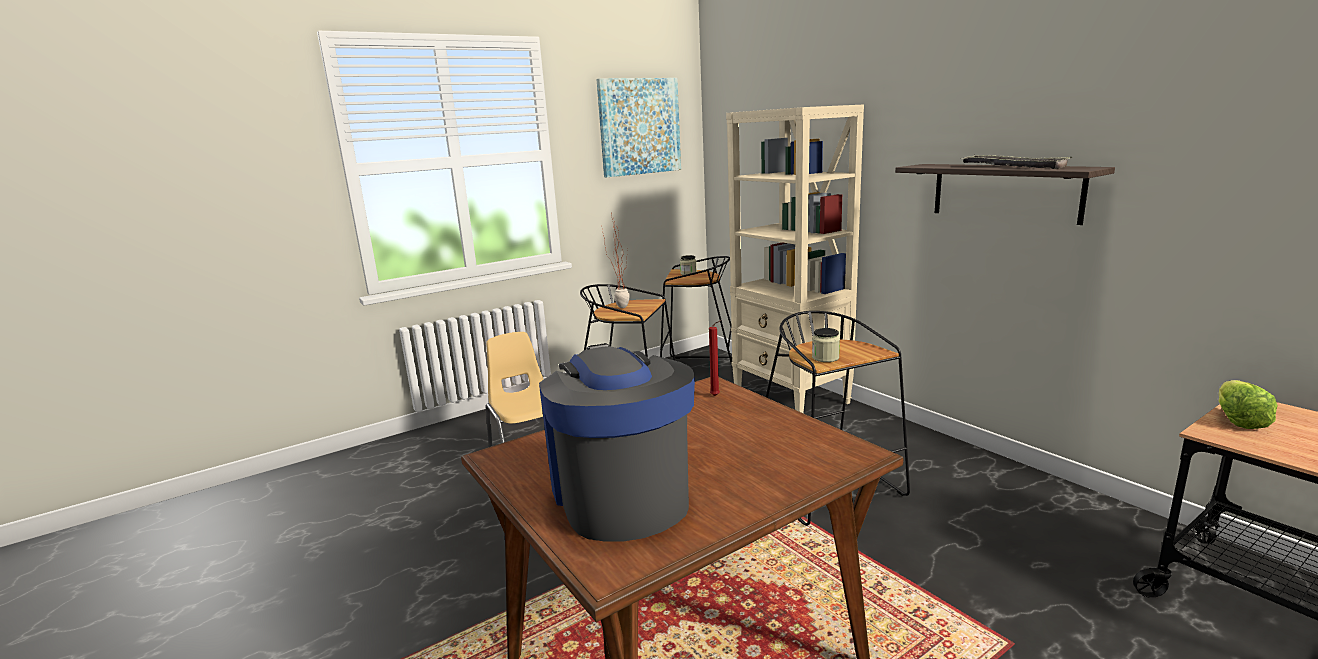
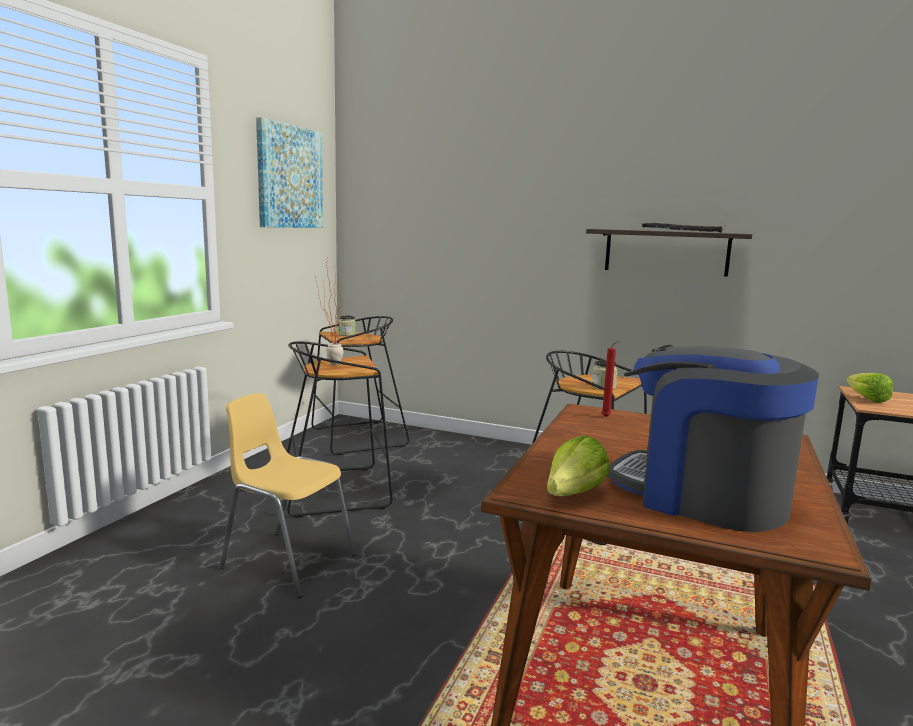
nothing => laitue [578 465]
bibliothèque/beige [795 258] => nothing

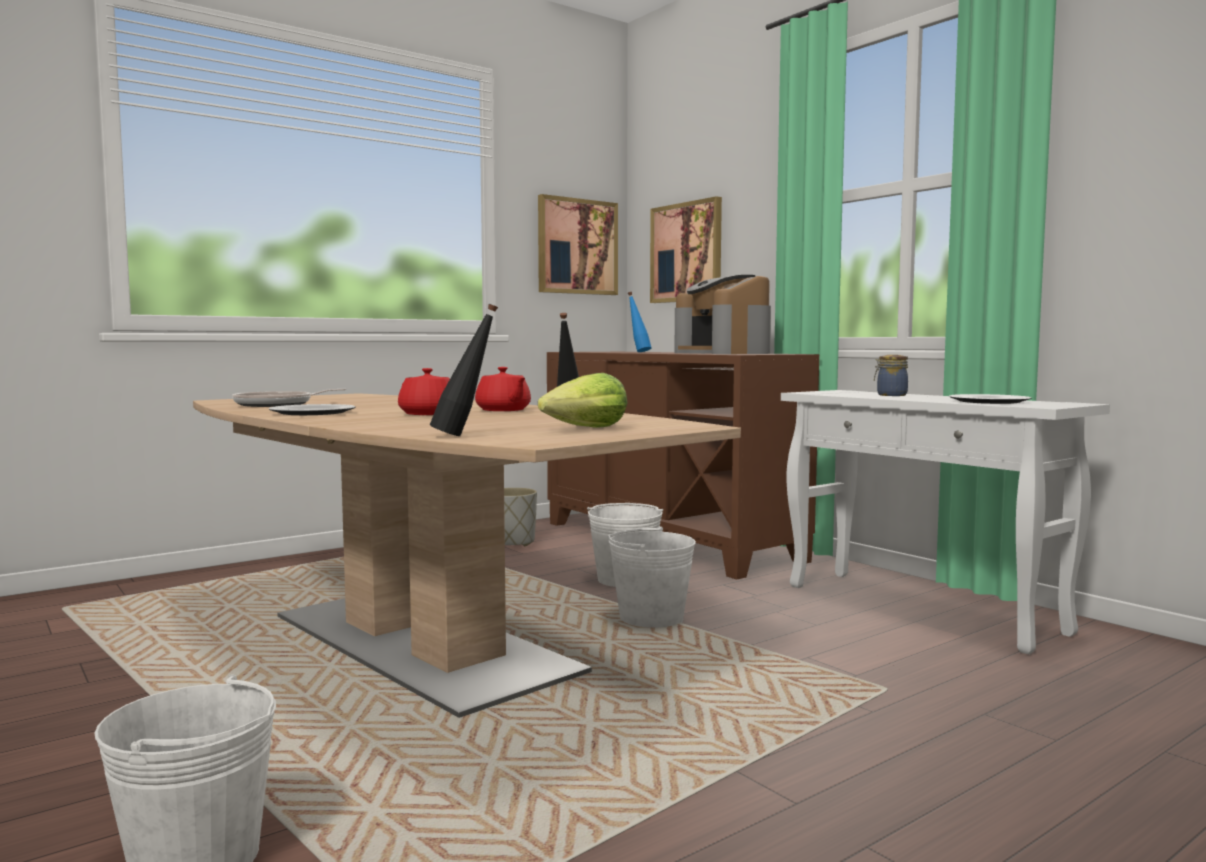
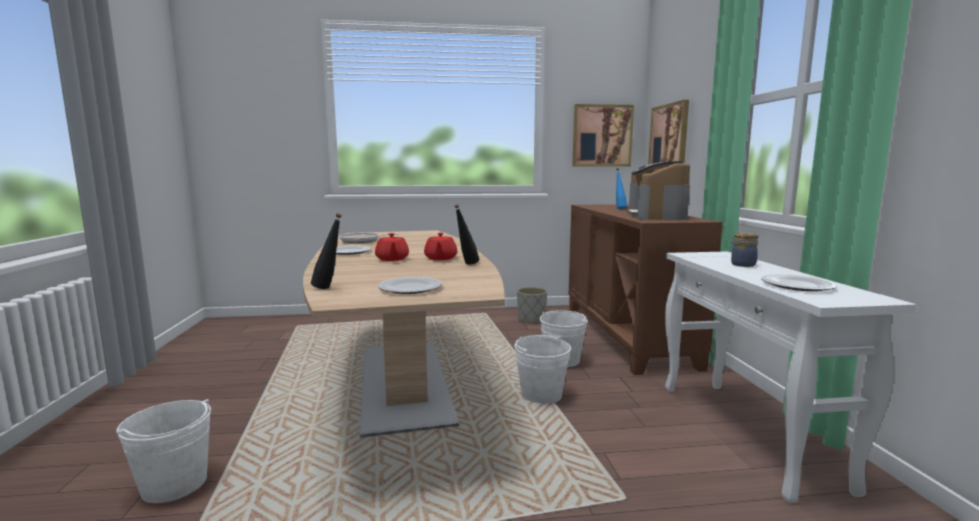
laitue [582 400] => assiette [410 285]

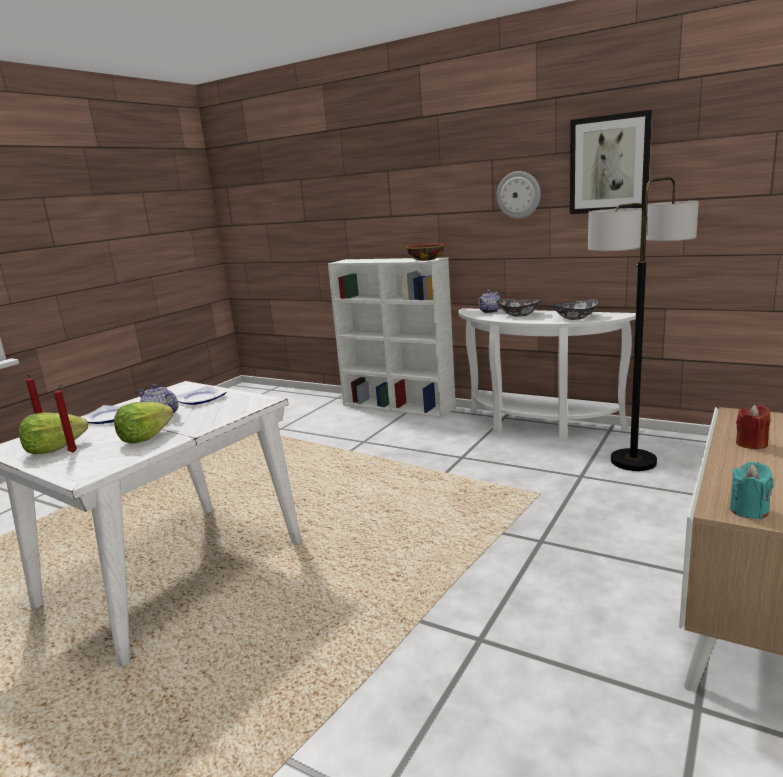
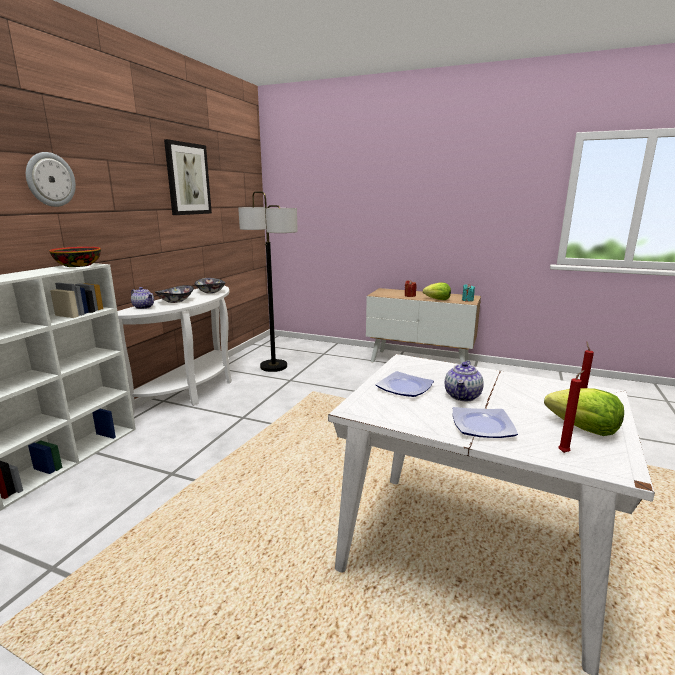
horloge murale [518 195] => horloge murale [51 179], moved
laitue [144 423] => laitue [437 291], moved

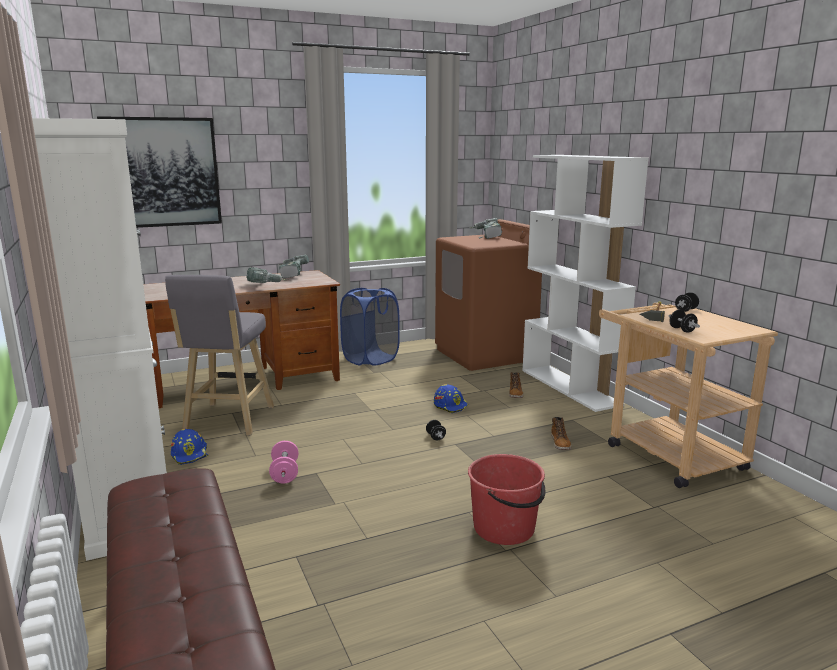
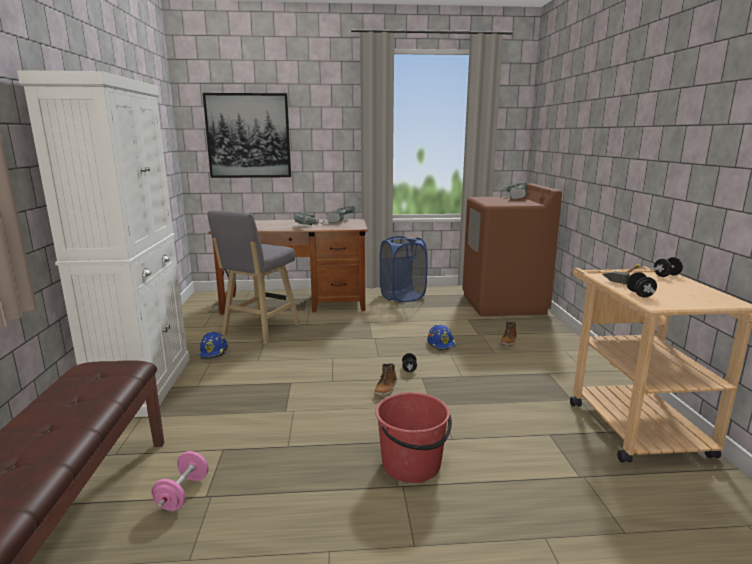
haltère/rose [283 462] => haltère/rose [180 481], moved
botte [561 433] => botte [385 379], moved
bibliothèque/blanc [585 283] => nothing

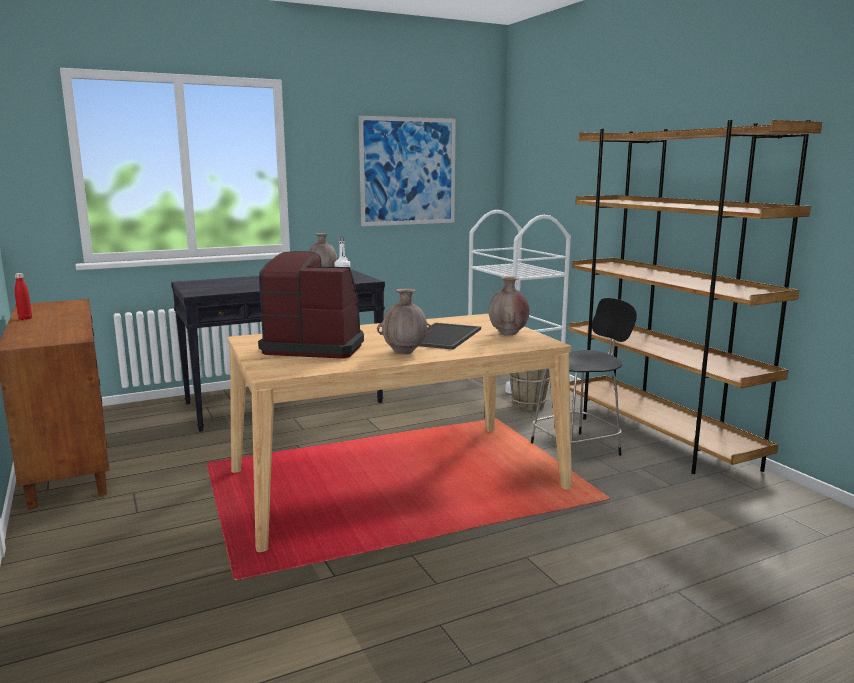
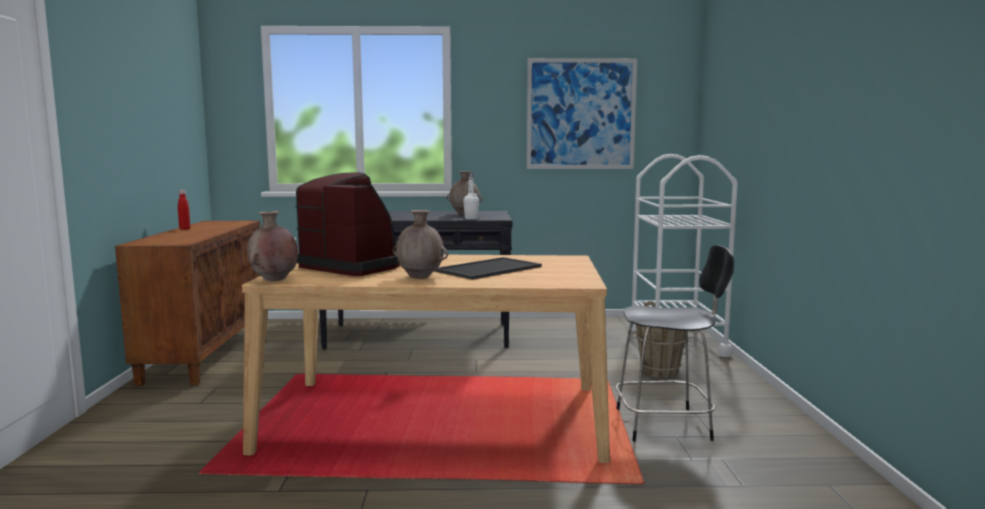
vase/marron [509 306] => vase/marron [272 246], moved
bibliothèque/marron [695 297] => nothing

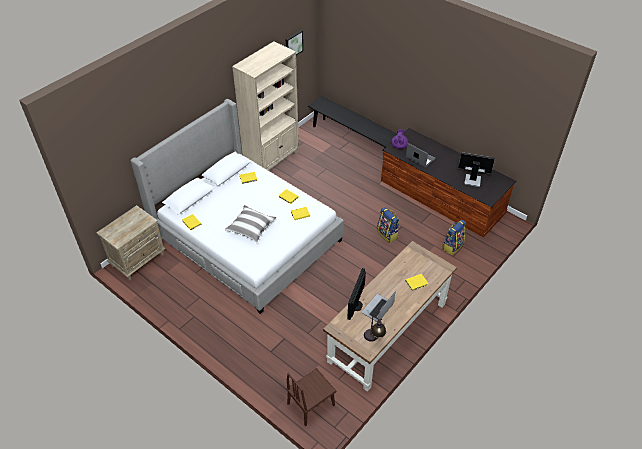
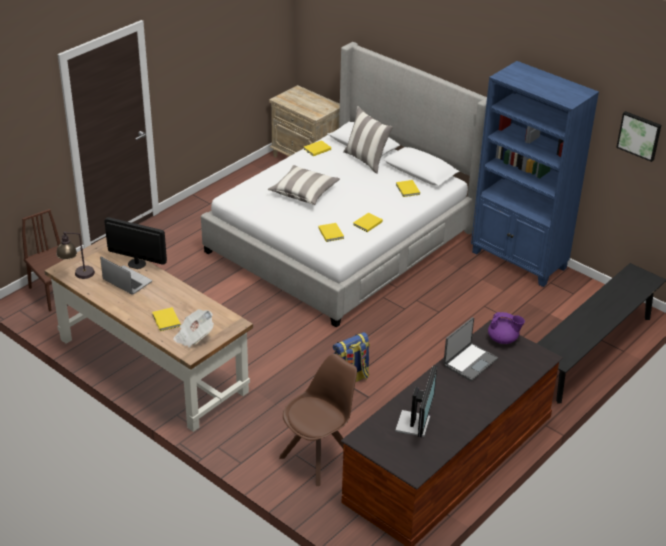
nothing => journal [193 328]
sac à dos [454 237] => chaise/marron [318 420]
nothing => coussin [368 140]
bibliothèque/beige [265 106] => bibliothèque/bleu [535 174]

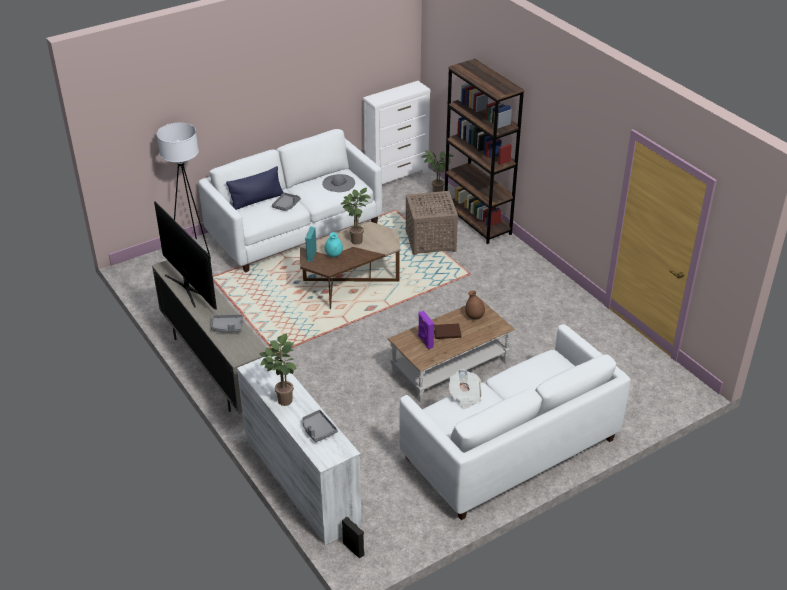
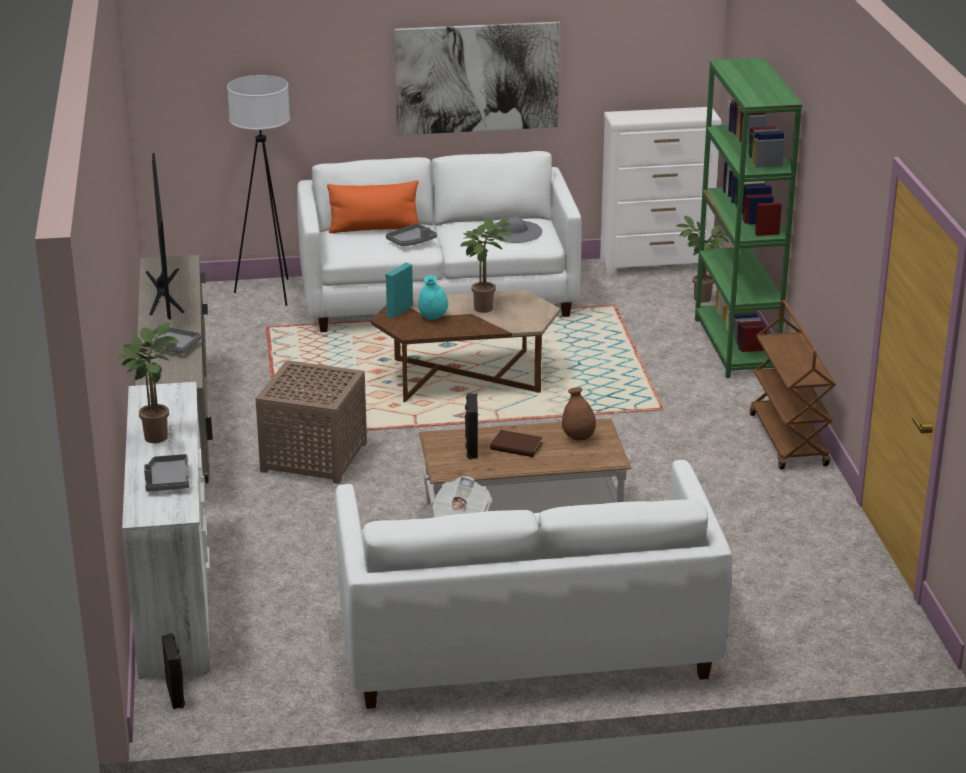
table d'appoint/marron [432 223] => table d'appoint/marron [311 422], moved
coussin/bleu [255 188] => coussin/orange [373 206]
nothing => tableau [477 78]
enceinte/violet [426 330] => enceinte/noir [471 426]
bibliothèque/marron [484 151] => bibliothèque/vert [748 218]
nothing => chariot/marron [793 385]

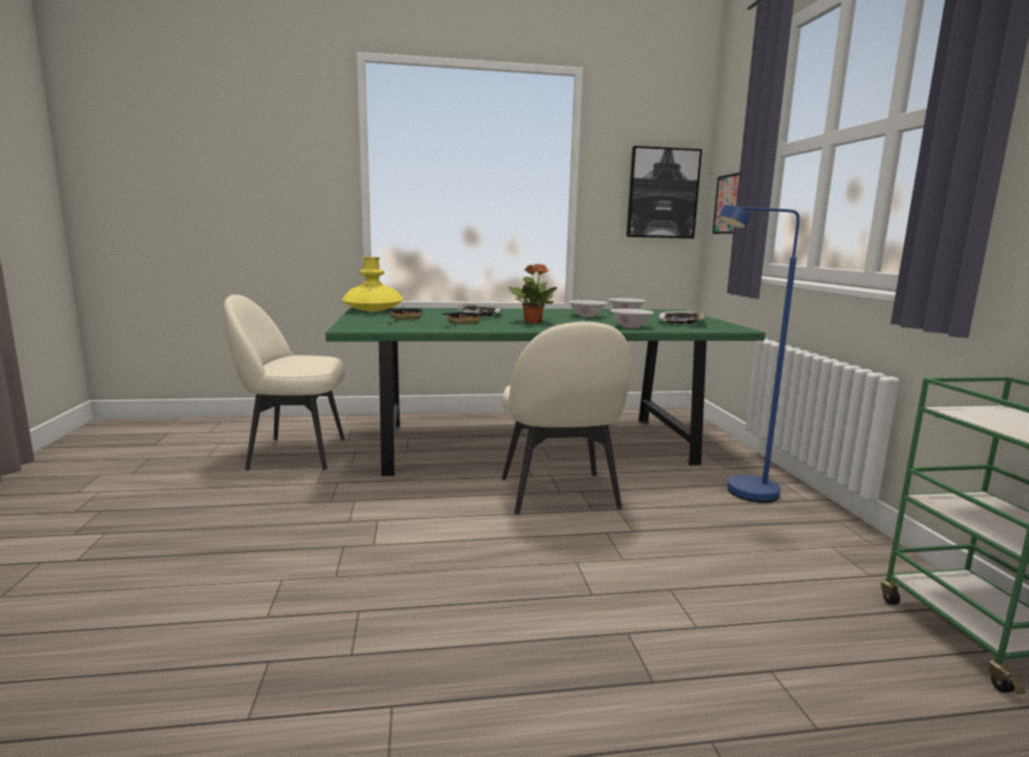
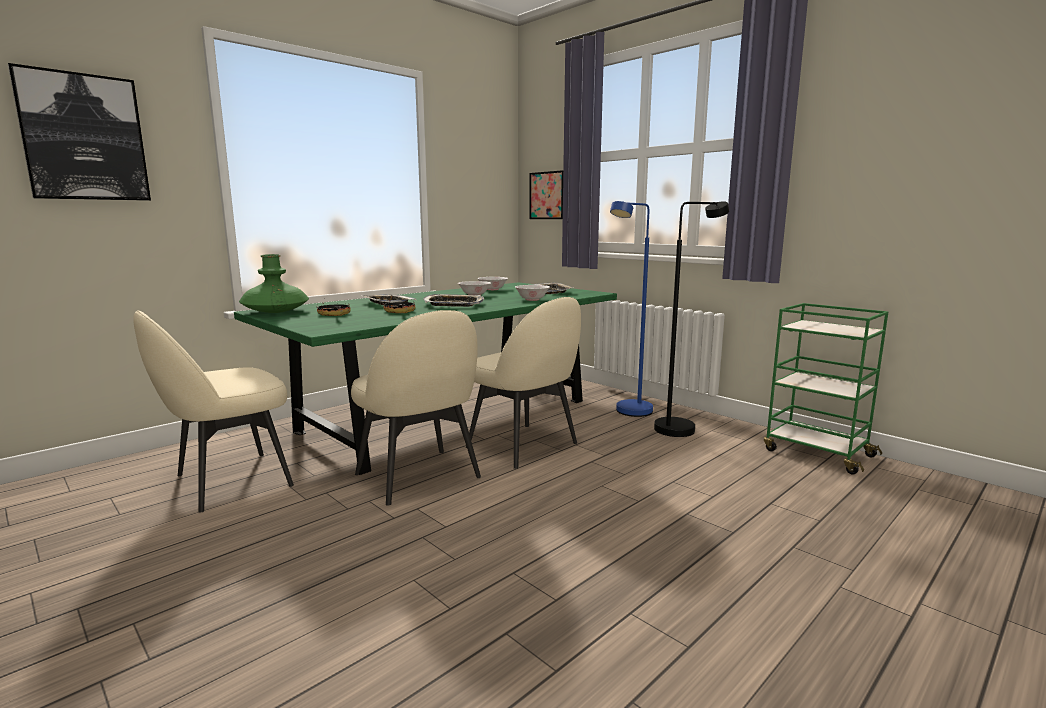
tableau [664 192] => tableau [79 132], moved
vase/jaune [372 284] => vase/vert [274 283]
nothing => chaise/beige [416 408]
plante en pot [532 293] => plateau [453 300]
nothing => lampadaire/noir [691 319]

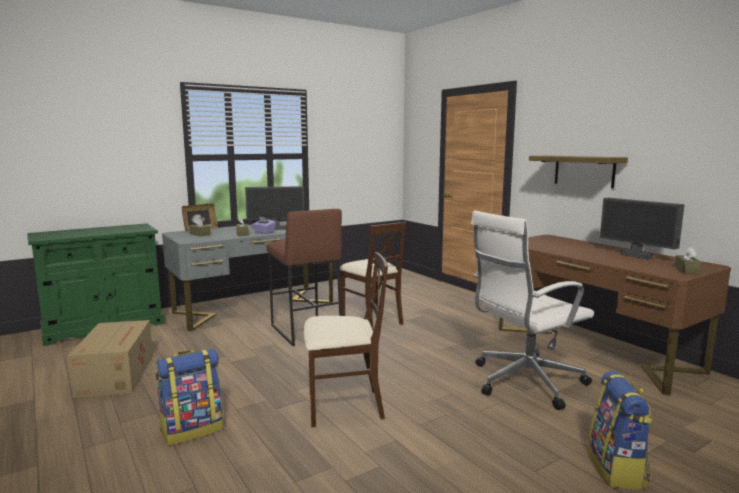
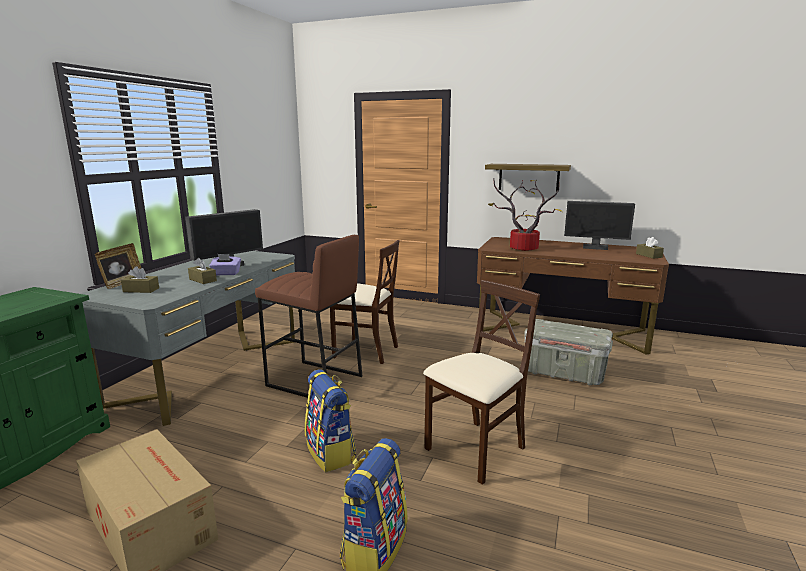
sac à dos [620 430] => sac à dos [330 420], moved
nothing => plante en pot [525 214]
chaise de bureau/blanc [532 310] => boîte de rangement/gris [568 352]

